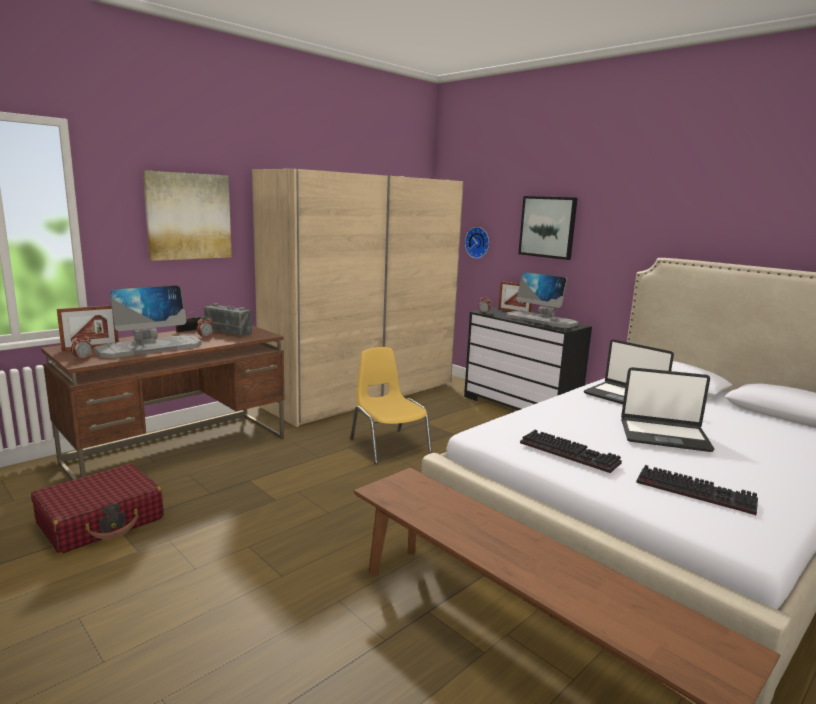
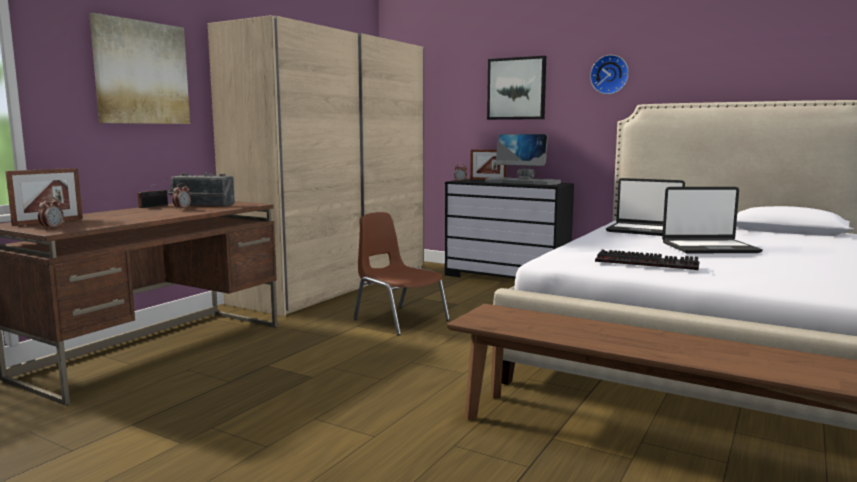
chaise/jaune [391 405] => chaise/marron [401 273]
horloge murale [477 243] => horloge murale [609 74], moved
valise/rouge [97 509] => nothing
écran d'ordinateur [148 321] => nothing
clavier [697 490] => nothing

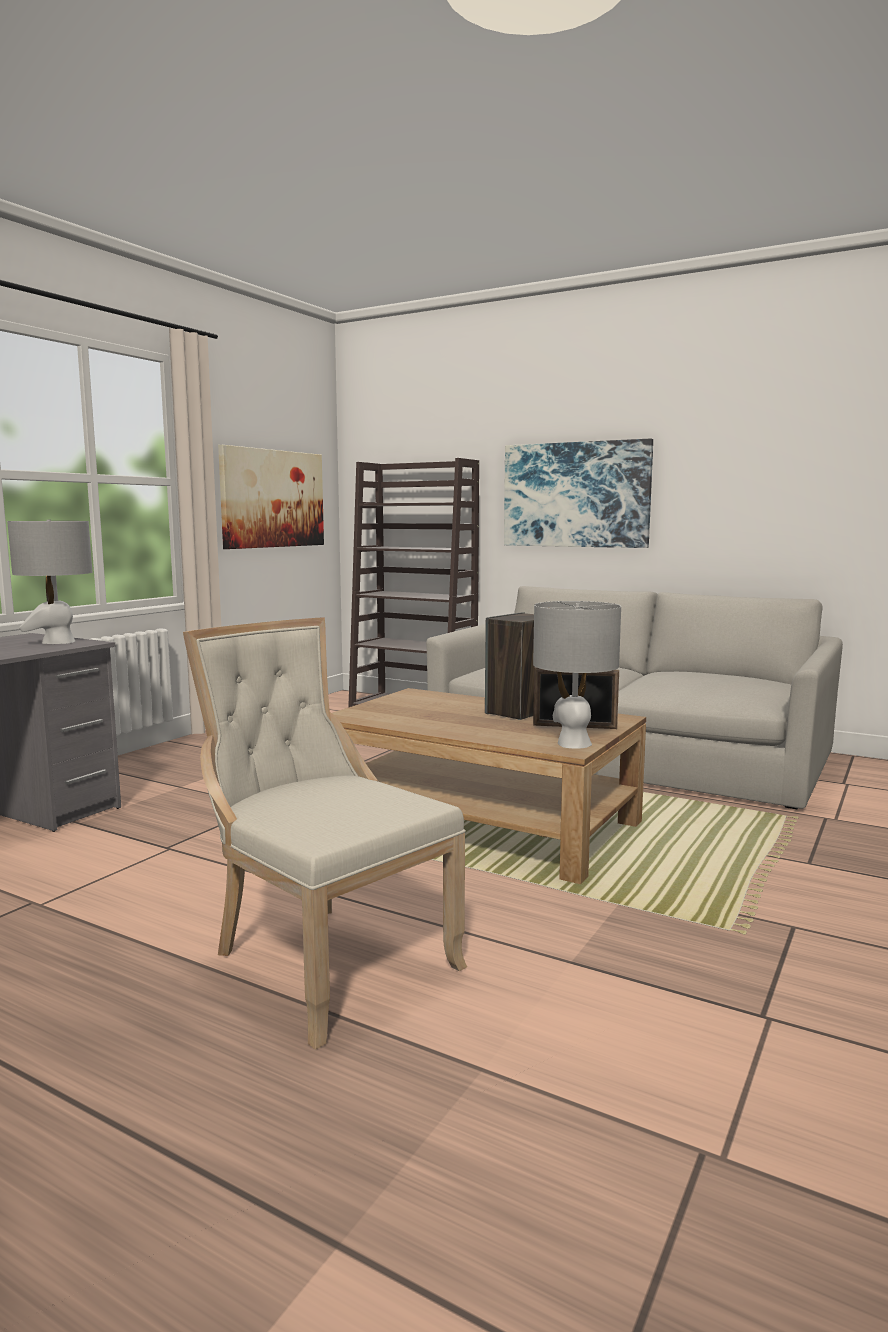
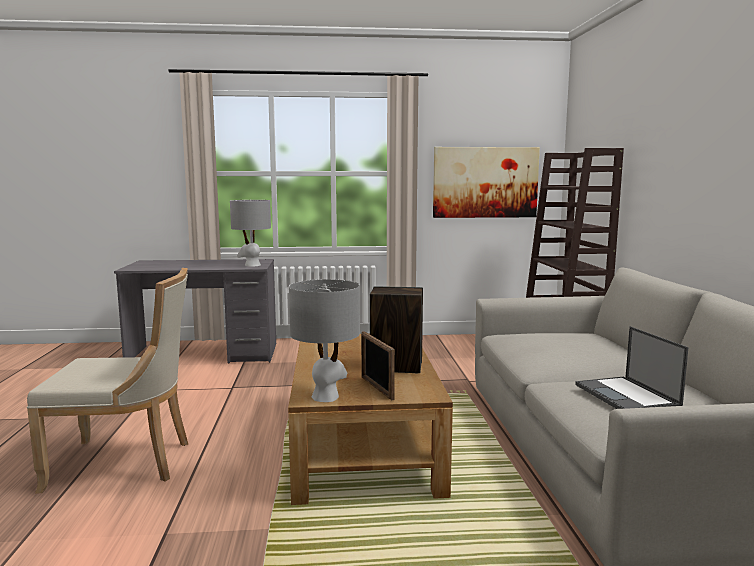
chaise/beige [325 833] => chaise/beige [107 381], 75 degrees clockwise
nothing => ordinateur portable [632 367]
tableau [578 493] => nothing

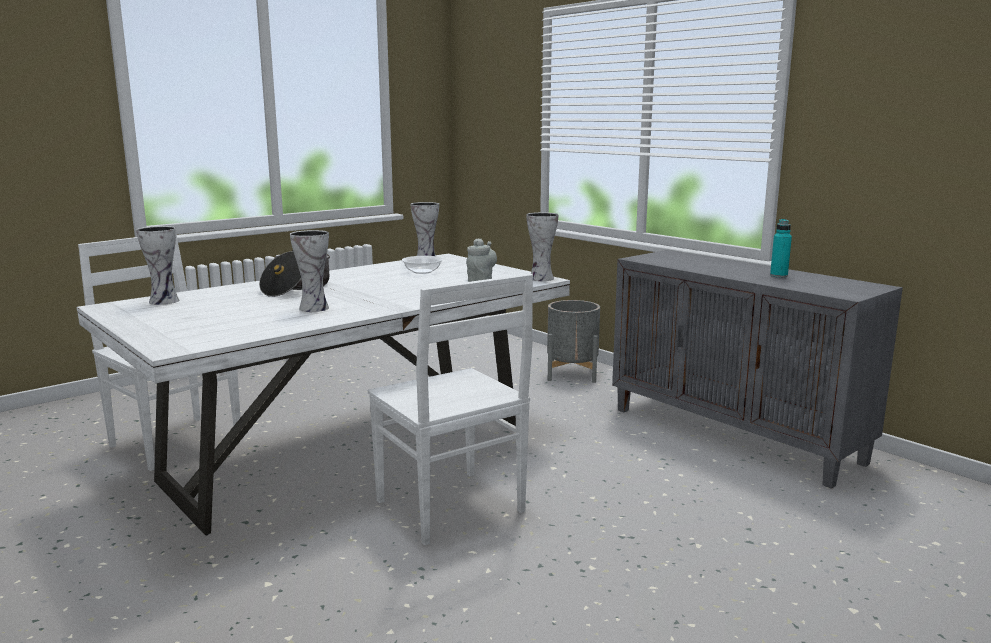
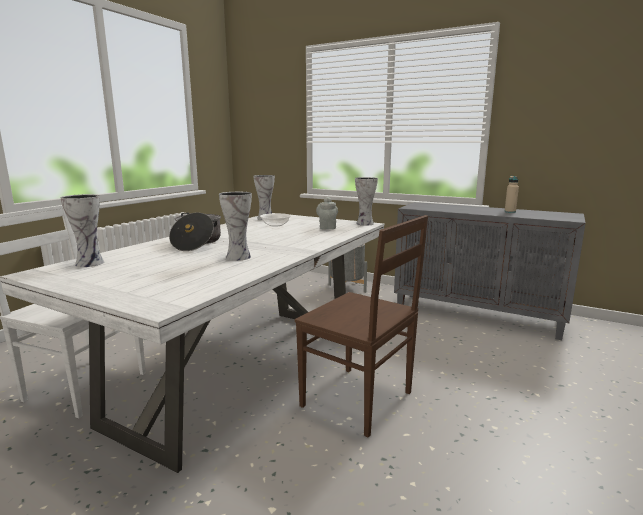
chaise/blanc [450 410] => chaise/marron [361 326]
bouteille/turquoise [781 248] => bouteille/beige [511 194]

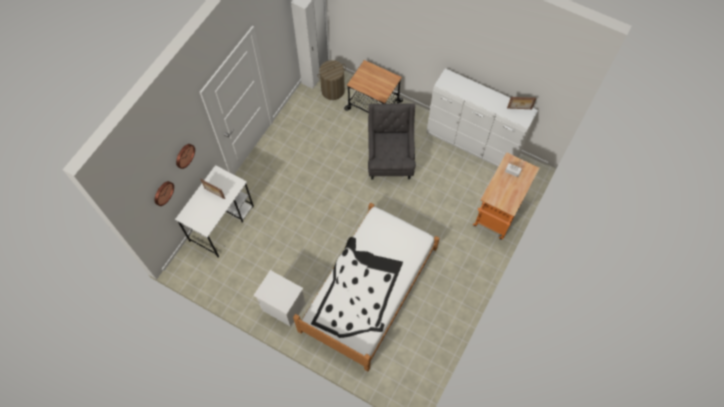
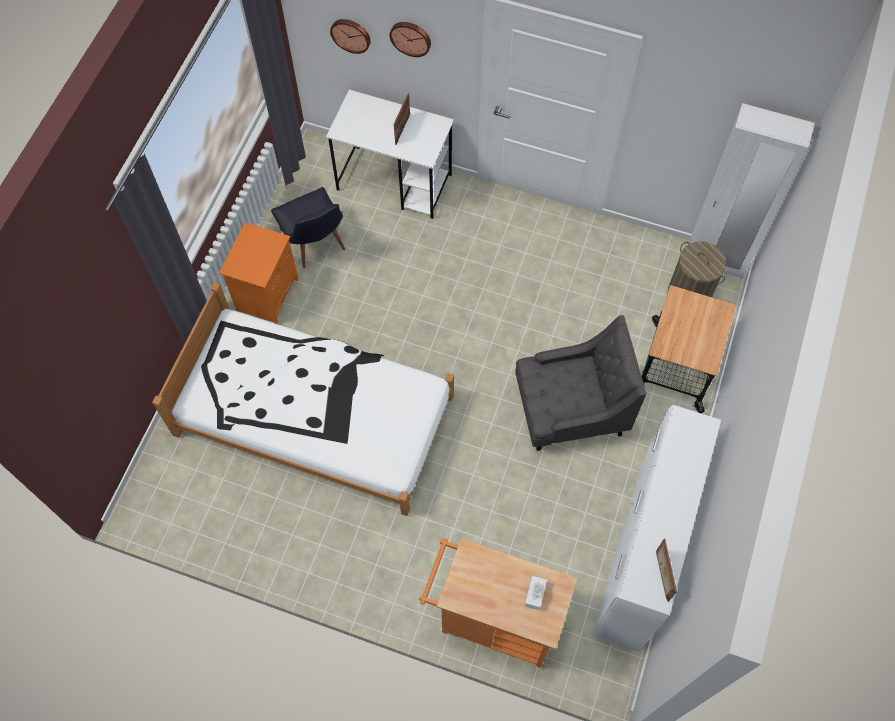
table de chevet/blanc [279 298] => table de chevet/orange [258 273]
nothing => chaise/noir [308 227]

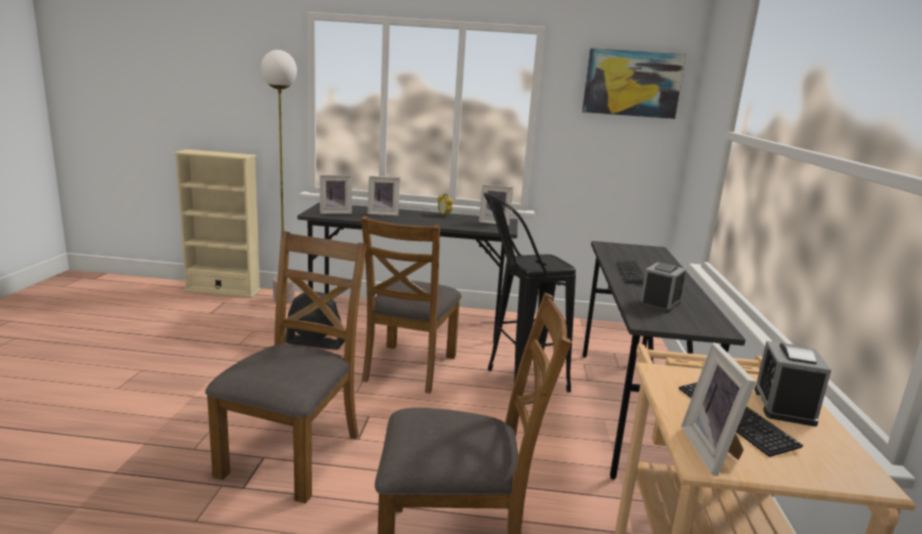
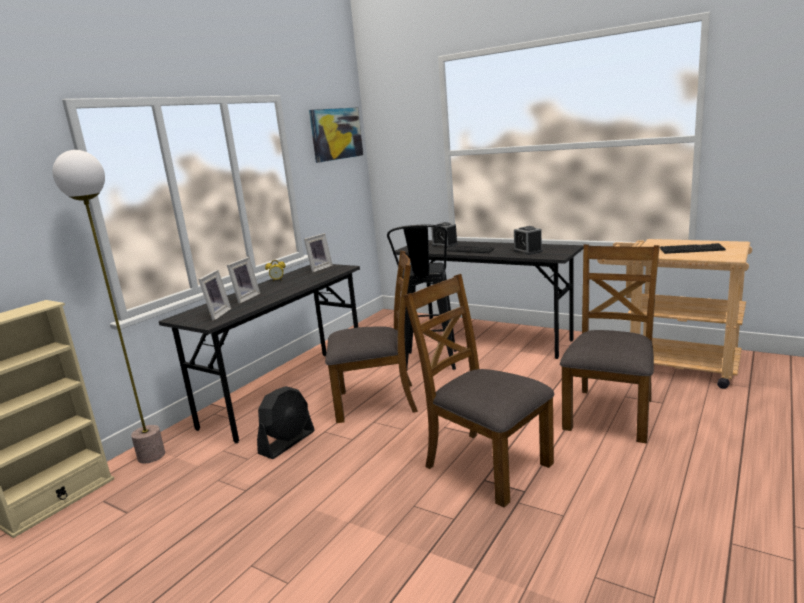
chaise/marron [411 305] => chaise/marron [371 336], 45 degrees counterclockwise
réveil [792 383] => réveil [444 235], moved
cadre photo [718 409] => nothing

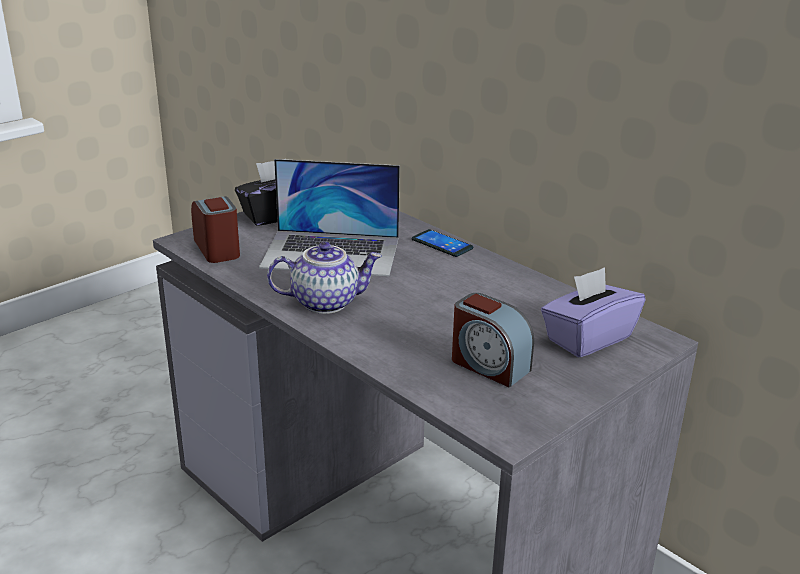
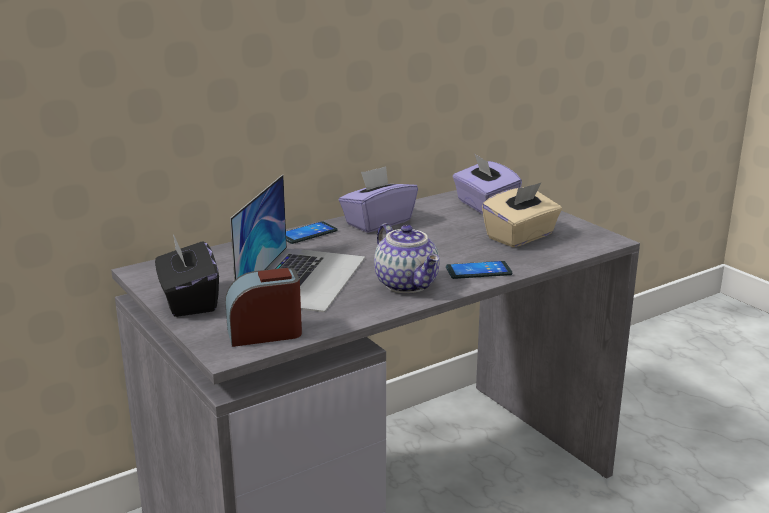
nothing => boîte à mouchoirs/violet [378 199]
théière [324 278] => théière [406 258], 150 degrees clockwise
nothing => téléphone [479 270]
réveil [493 340] => boîte à mouchoirs/beige [522 215]

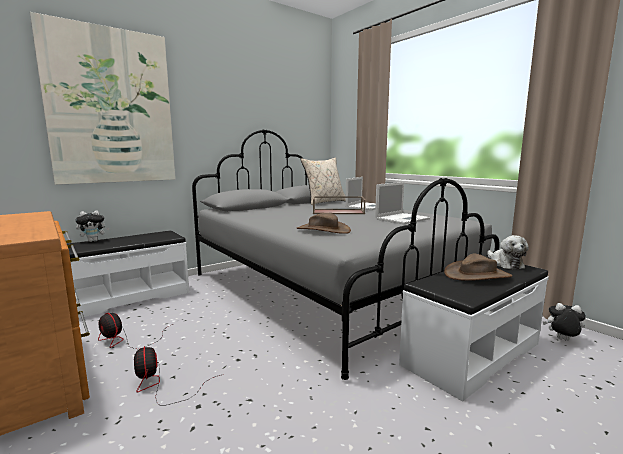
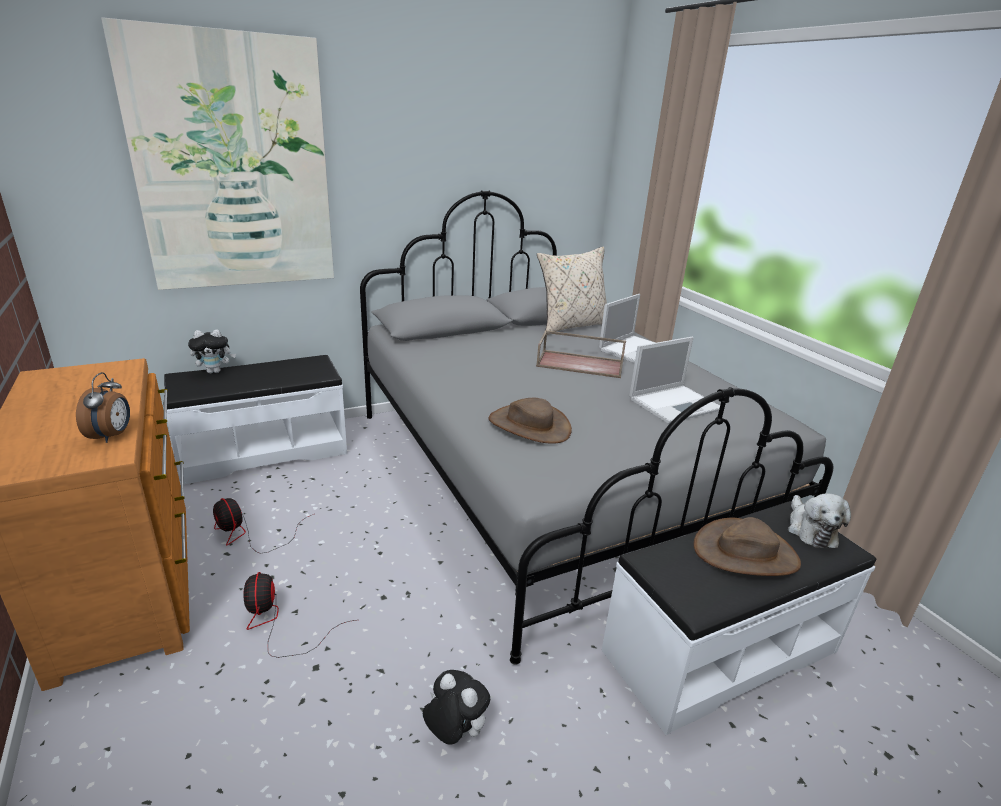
nothing => réveil [103 407]
peluche [564 322] => peluche [456 707], moved

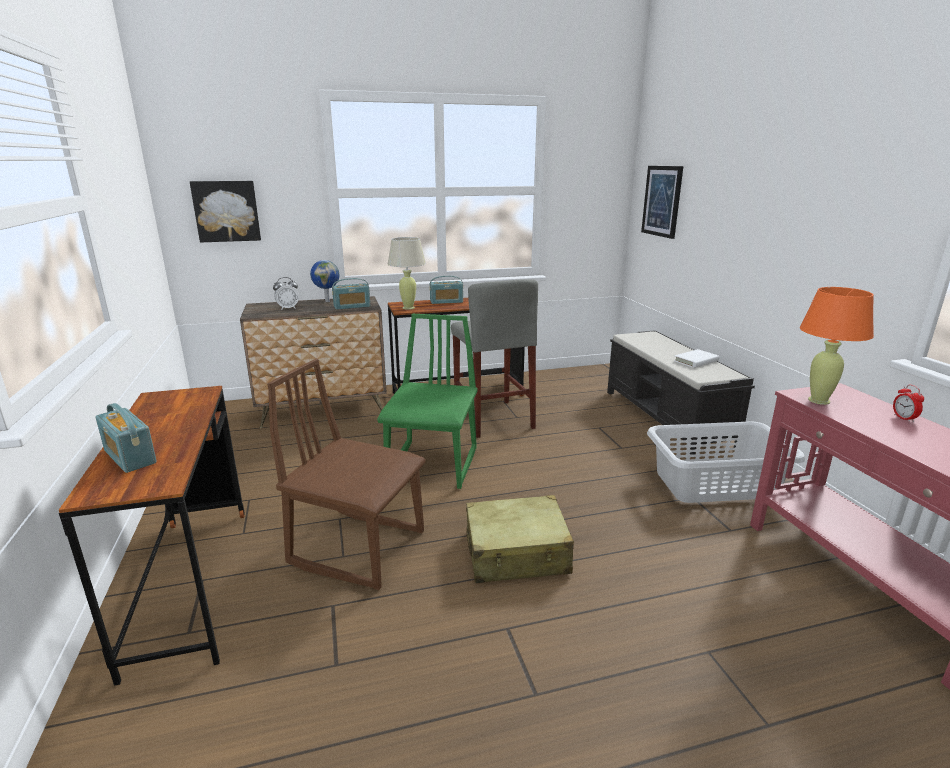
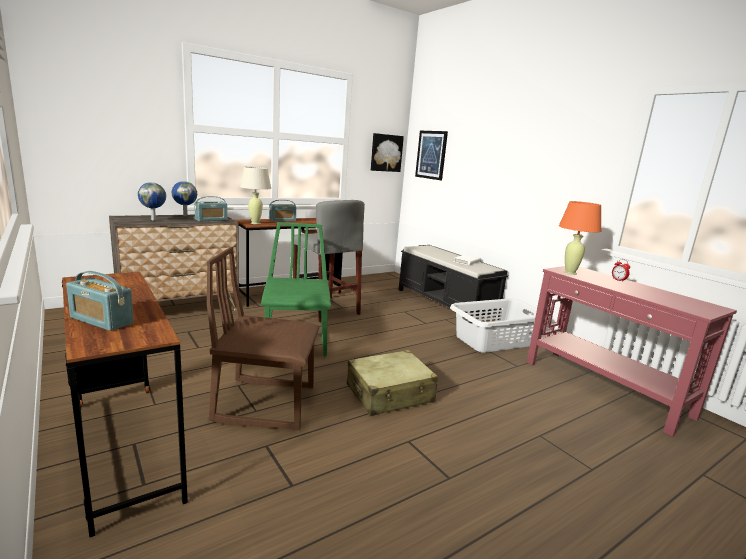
réveil [286 293] => globe [152 201]
tableau [225 211] => tableau [387 152], moved

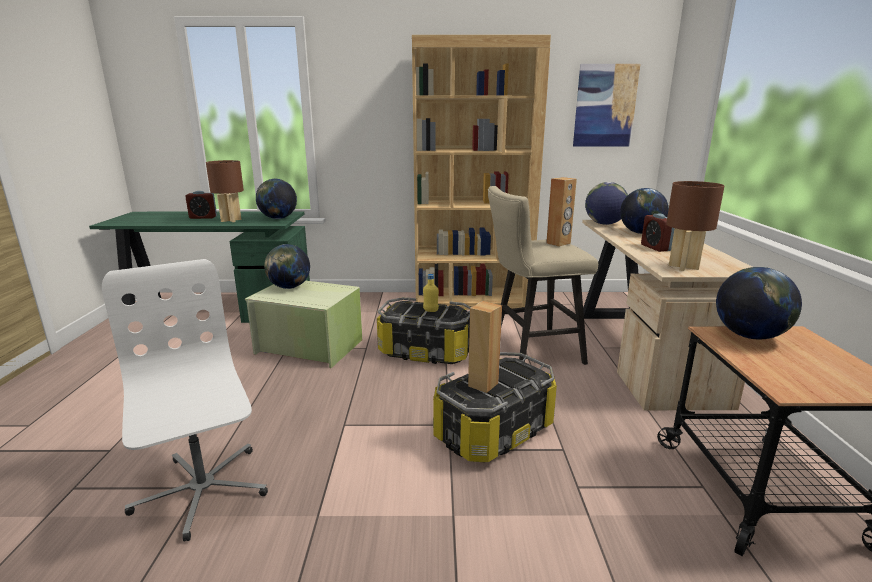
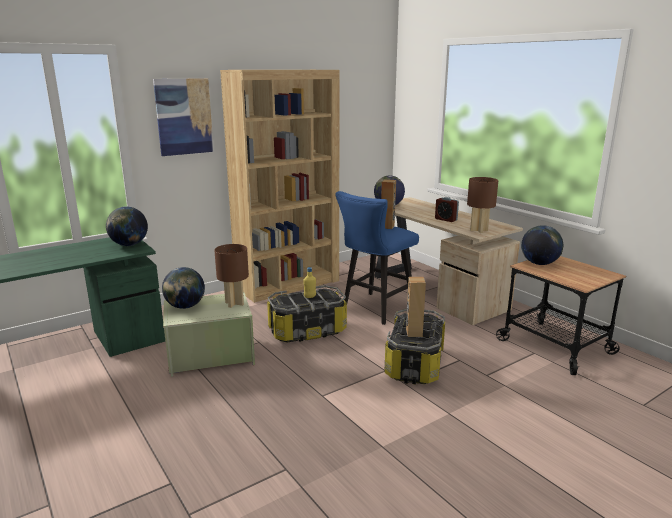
tableau [607 105] => tableau [183 117], moved
lampe de table/marron [225 191] => lampe de table/marron [231 276], moved
tabouret/beige [543 275] => tabouret/bleu [377 258]
chaise de bureau/blanc [185 400] => nothing
réveil [201 205] => nothing
globe [644 211] => nothing

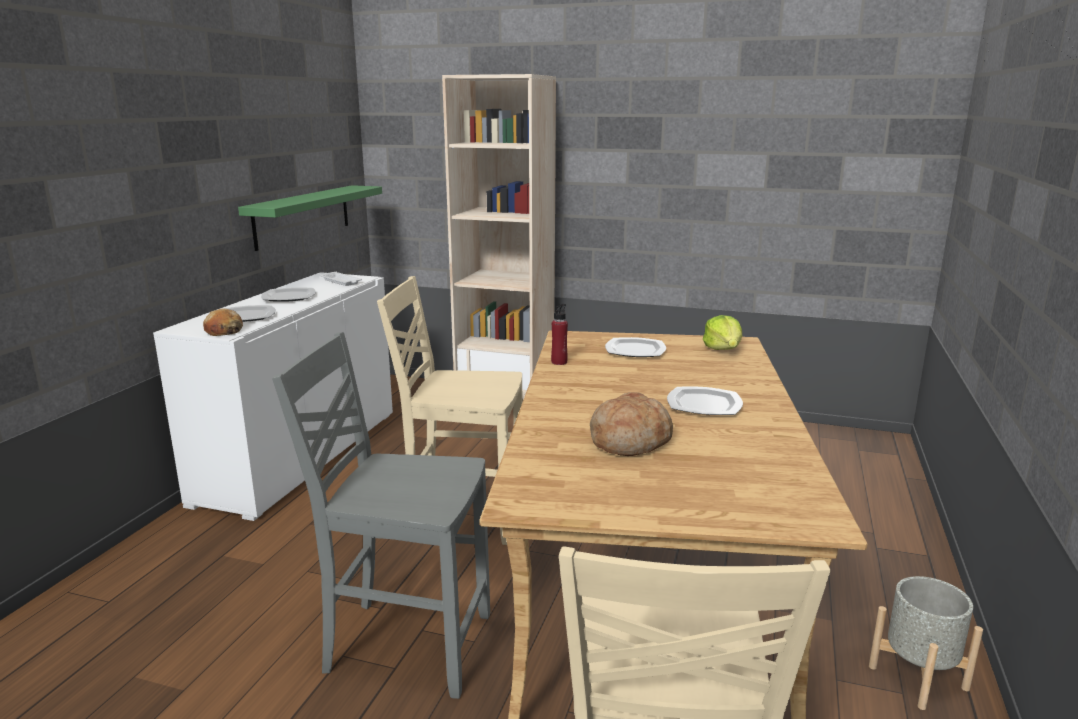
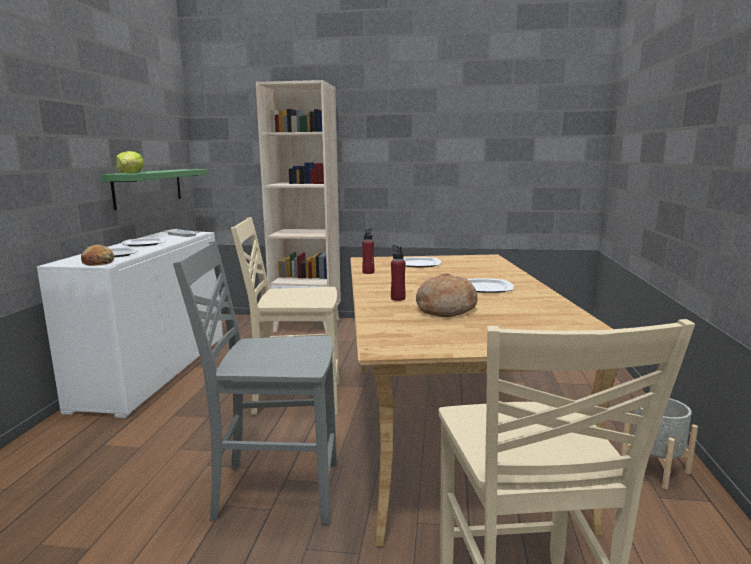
laitue [722 332] => laitue [130 162], moved
nothing => bouteille/rouge [398 273]

